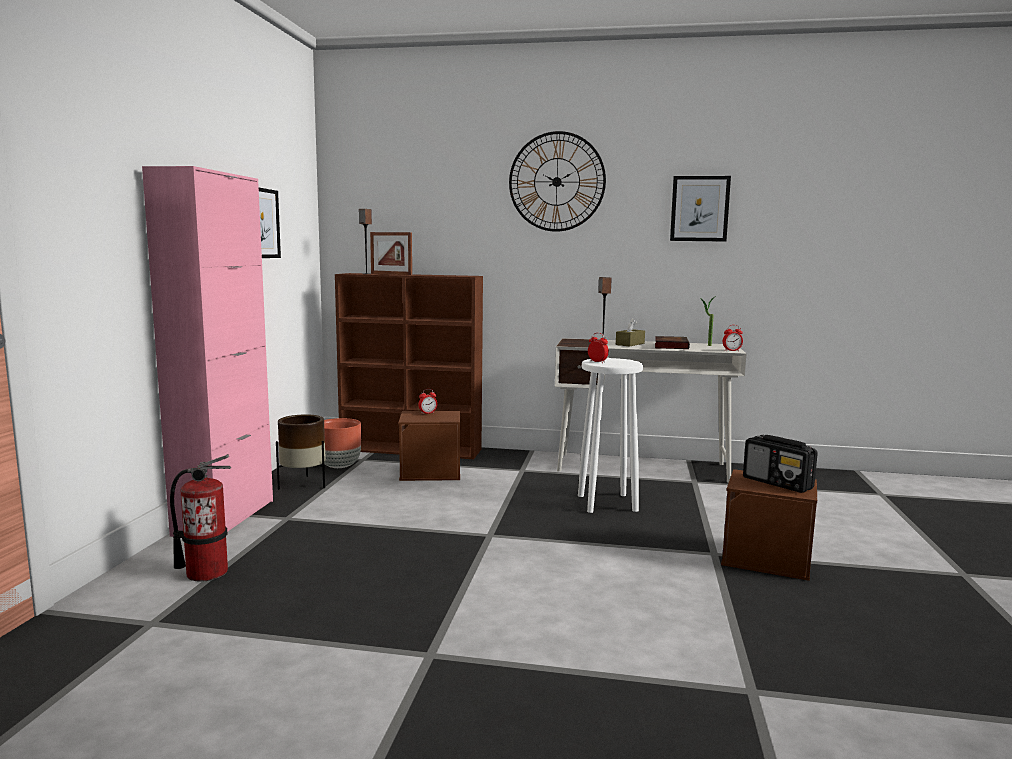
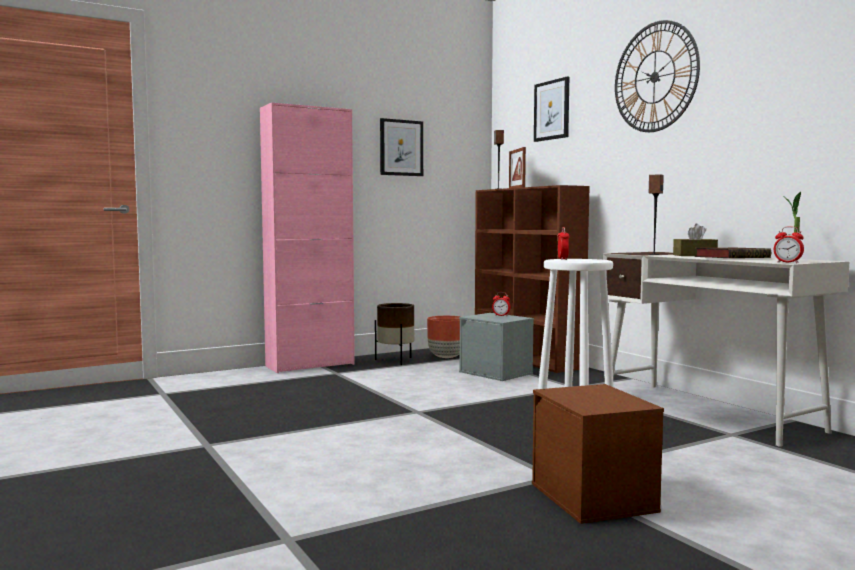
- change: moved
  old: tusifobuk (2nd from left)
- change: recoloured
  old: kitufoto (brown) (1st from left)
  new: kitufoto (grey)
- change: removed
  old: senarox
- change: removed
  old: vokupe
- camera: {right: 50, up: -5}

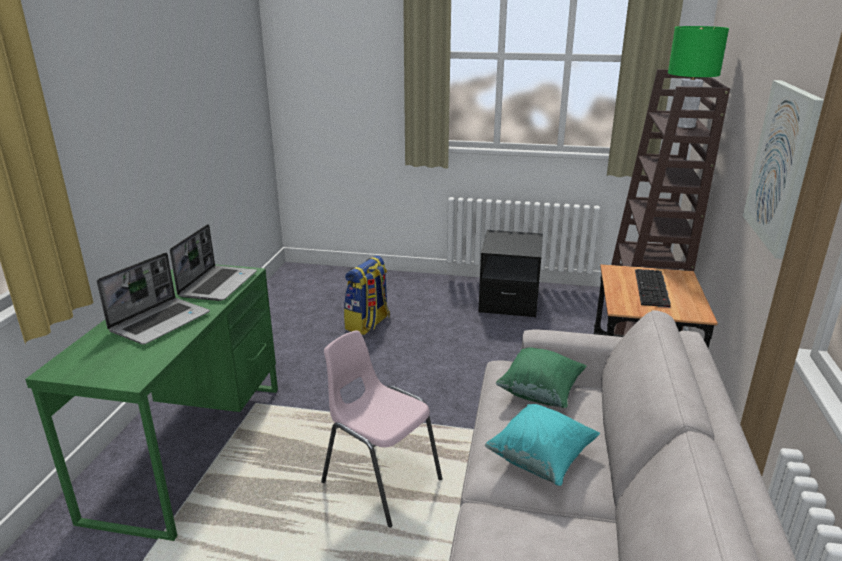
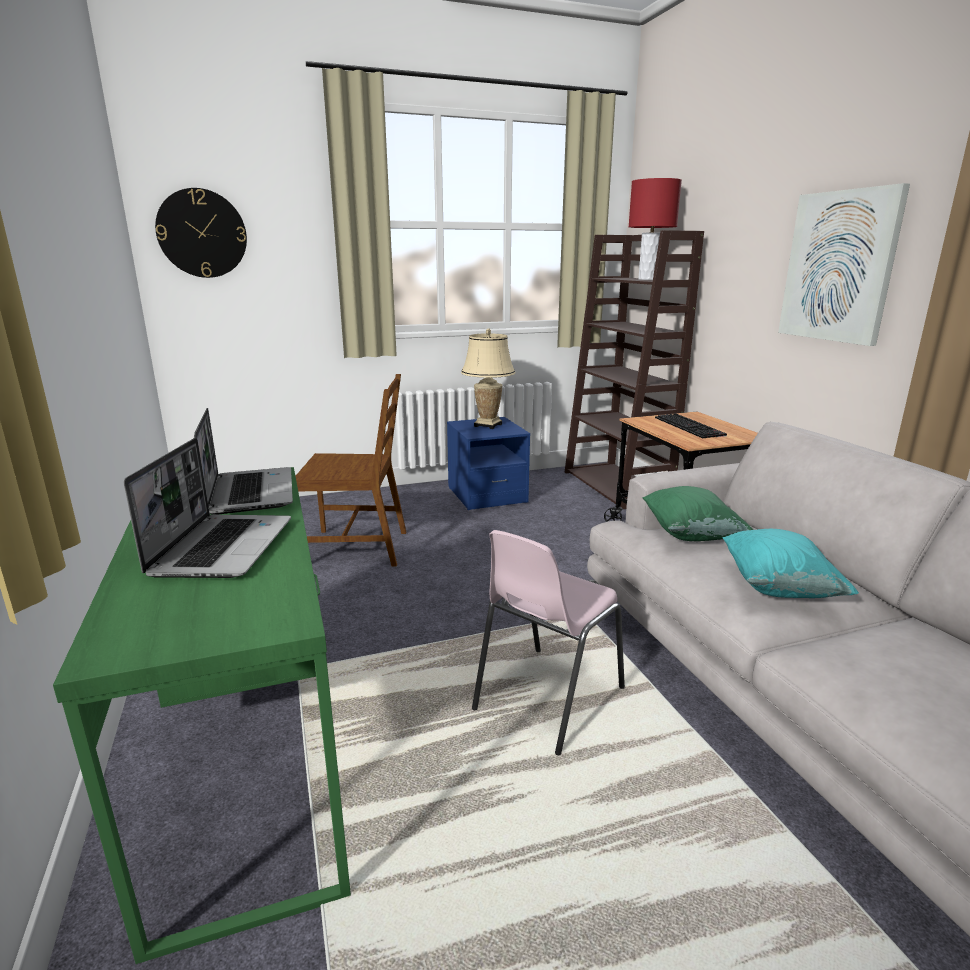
- change: recoloured
  old: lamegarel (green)
  new: lamegarel (red)
- change: recoloured
  old: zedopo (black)
  new: zedopo (blue)
- change: replaced
  old: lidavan
  new: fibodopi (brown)
- change: turned
  old: fibodopi (pink)
  degrees: -60
- change: added
  new: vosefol
- change: added
  new: lamegarel (beige)
- camera: {right: -30, up: -5}

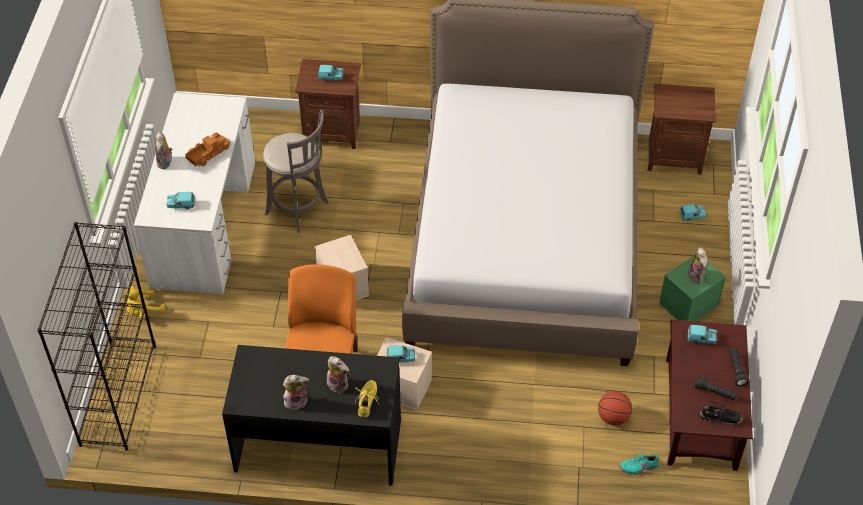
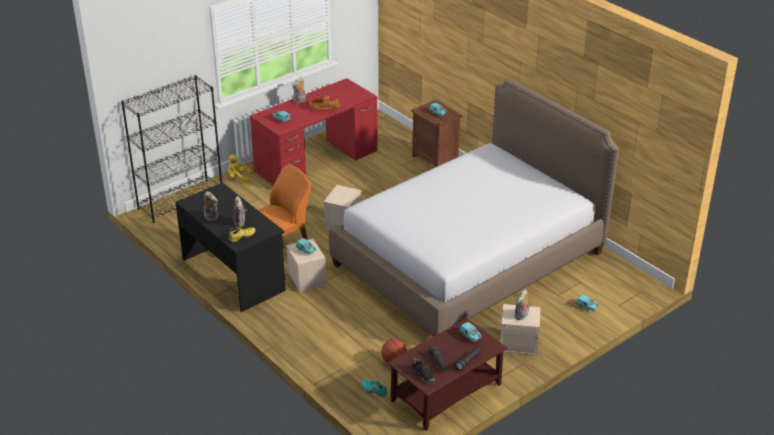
- change: removed
  old: zedopo (brown) (2nd from left)
- change: recoloured
  old: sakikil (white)
  new: sakikil (red)
- change: removed
  old: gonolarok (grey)
- change: recoloured
  old: kitufoto (green)
  new: kitufoto (beige) (3rd from left)
- camera: {right: 45, up: -15}

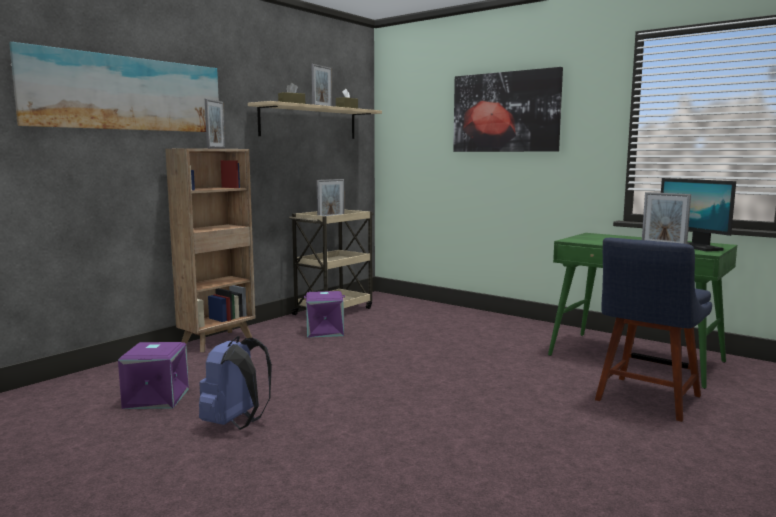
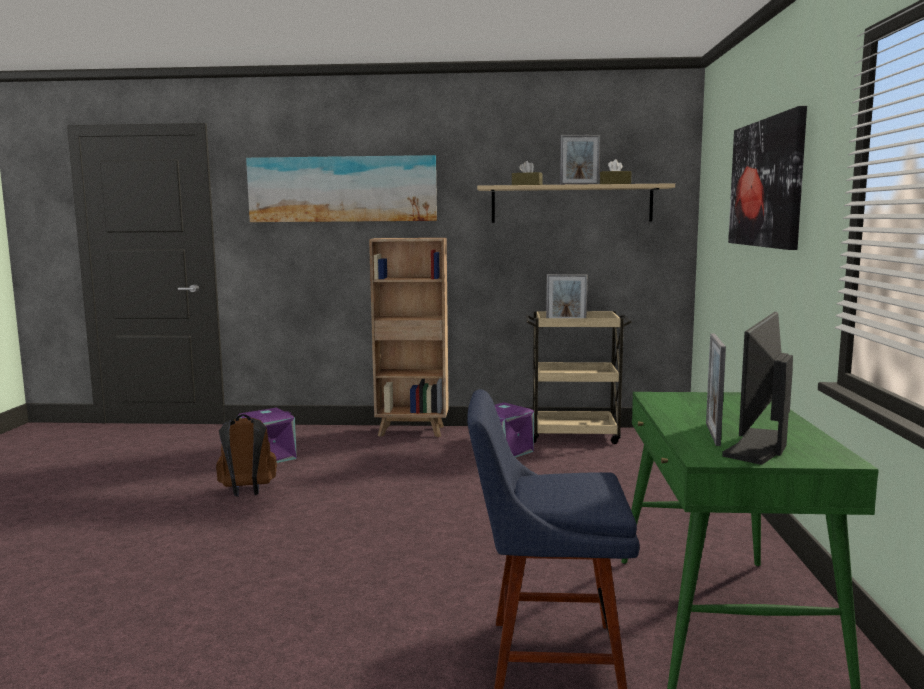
- change: removed
  old: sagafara (1st from left)
- change: recoloured
  old: lidavan (blue)
  new: lidavan (brown)
- camera: {right: 55, up: 0}

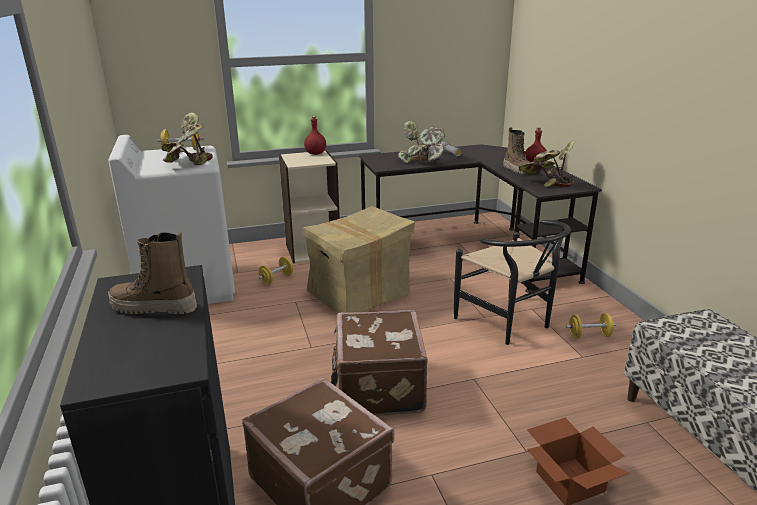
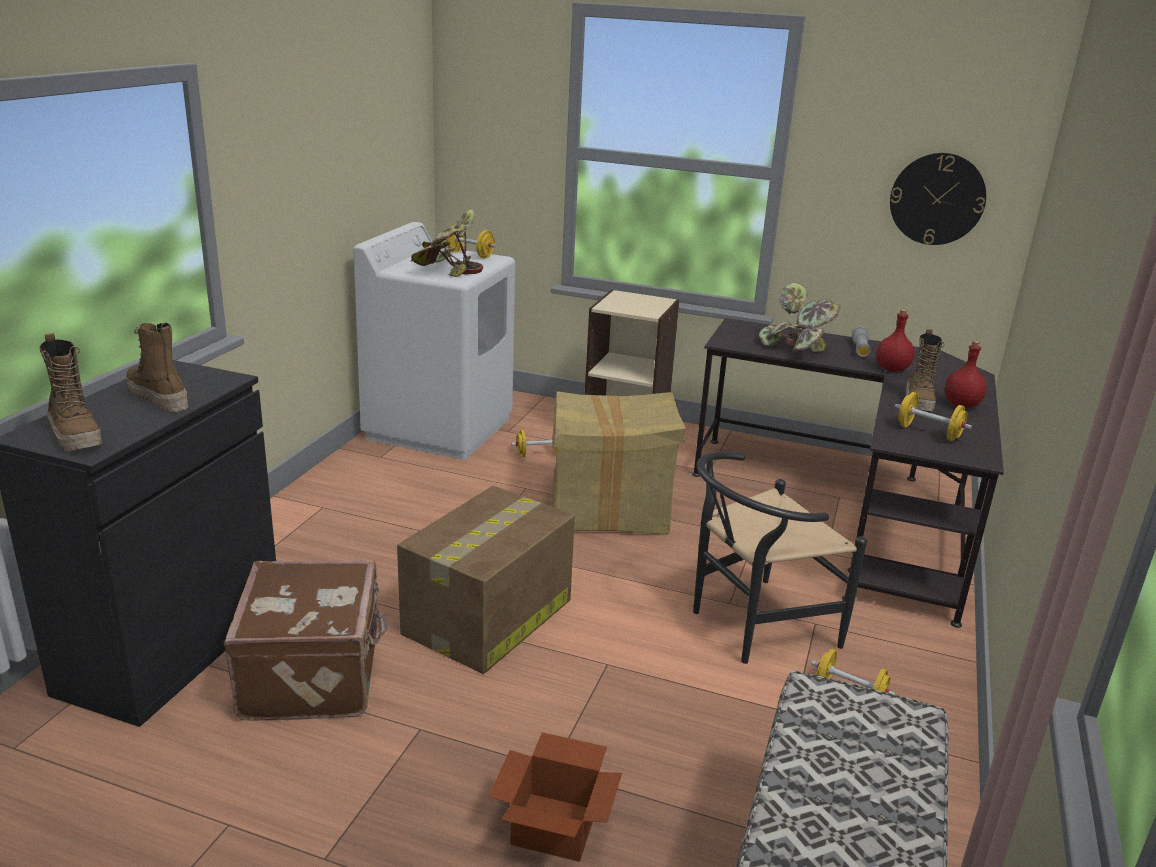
- change: moved
  old: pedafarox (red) (1st from left)
- change: replaced
  old: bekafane (3rd from left)
  new: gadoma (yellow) (4th from left)
- change: turned
  old: fibodopi (black)
  degrees: 60
- change: replaced
  old: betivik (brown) (2nd from left)
  new: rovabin (1st from left)
- change: added
  new: vosefol
- change: added
  new: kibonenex (1st from left)
- camera: {right: 35, up: 0}

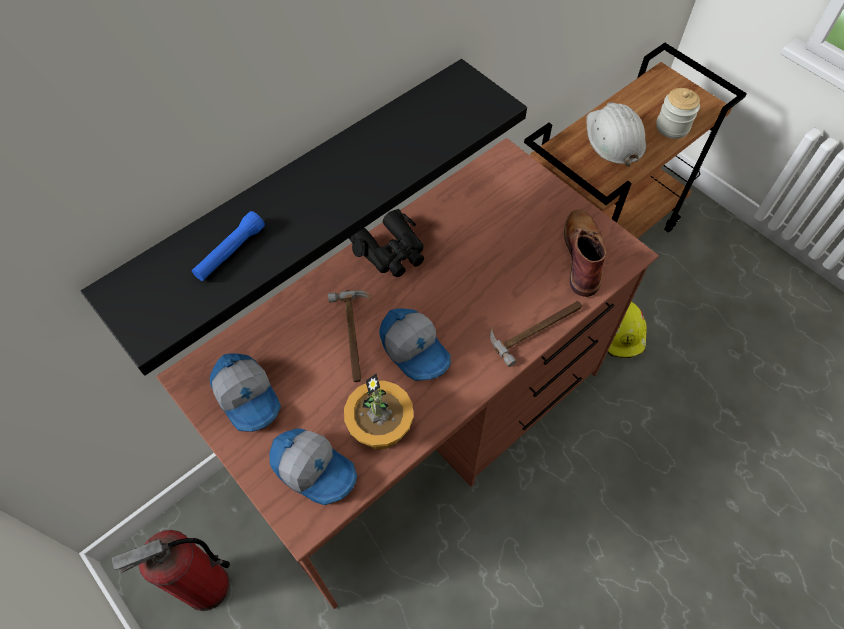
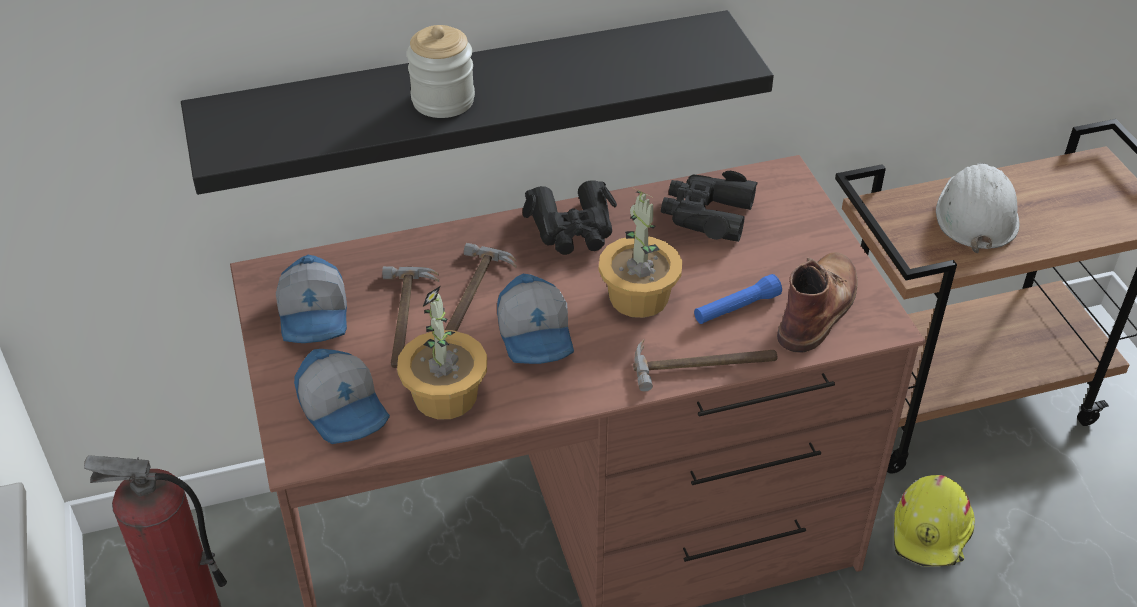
- change: moved
  old: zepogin
- change: moved
  old: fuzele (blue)
- change: added
  new: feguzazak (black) (2nd from left)
- change: added
  new: bekafane (2nd from left)
- change: added
  new: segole (1st from left)
- camera: {right: 25, up: -15}

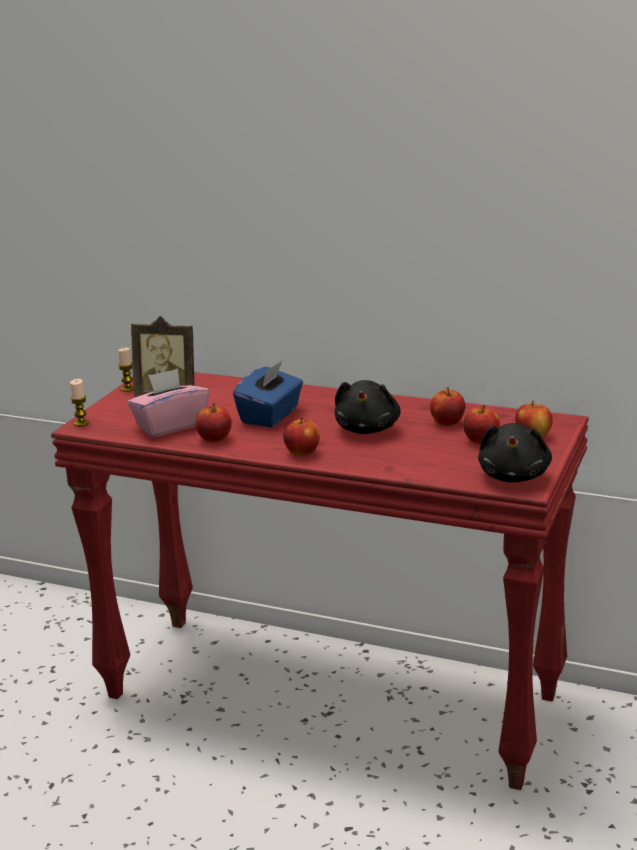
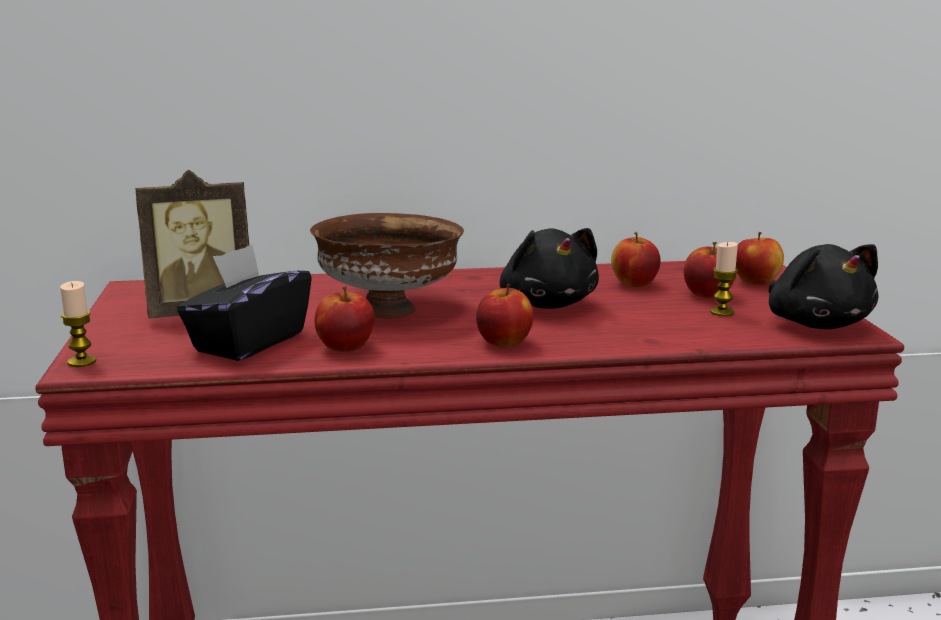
- change: moved
  old: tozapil (2nd from left)
- change: replaced
  old: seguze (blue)
  new: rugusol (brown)
- change: recoloured
  old: seguze (pink)
  new: seguze (black)
- camera: {right: -30, up: -5}

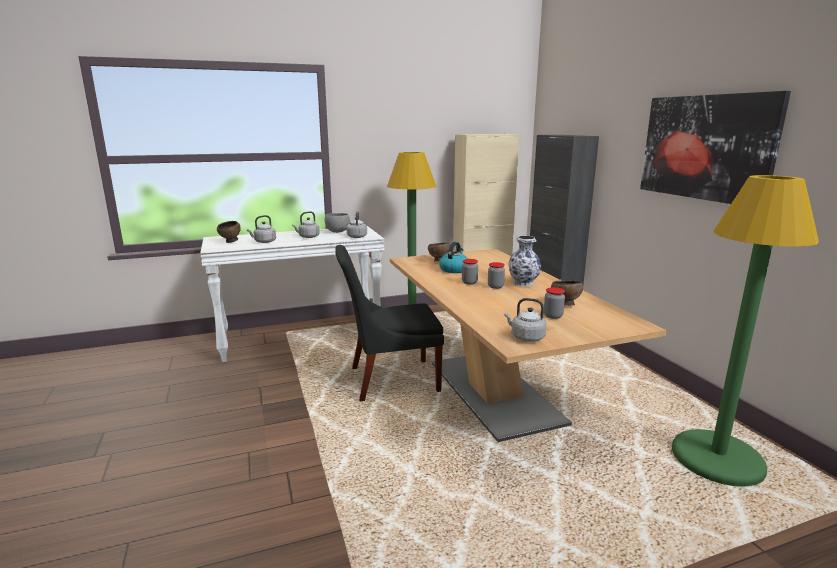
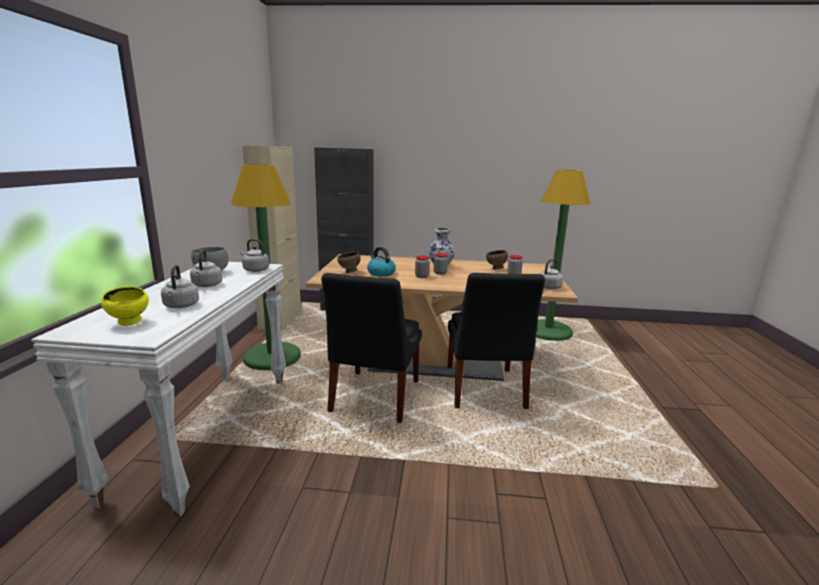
- change: removed
  old: tusifobuk
- change: recoloured
  old: rugusol (brown) (1st from left)
  new: rugusol (yellow)
- change: added
  new: fibodopi (black) (2nd from left)
- camera: {right: -65, up: 0}

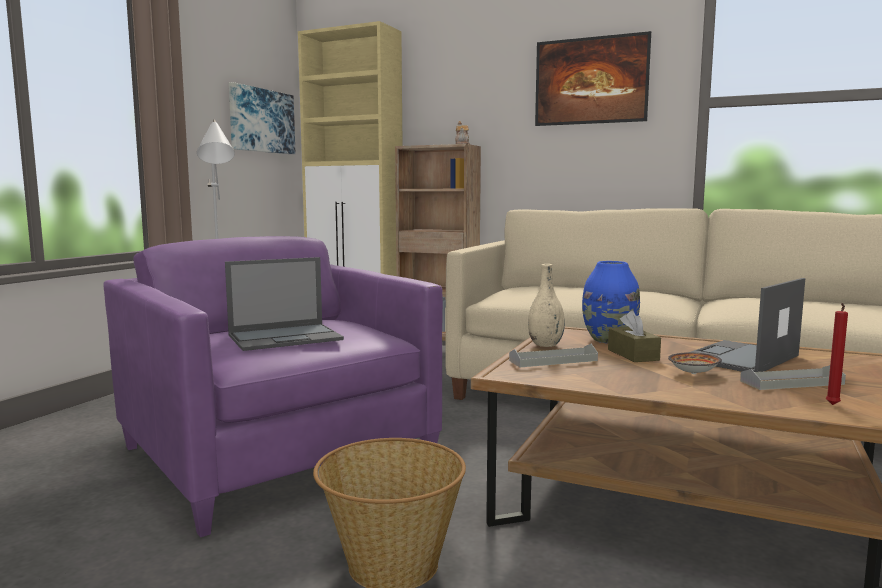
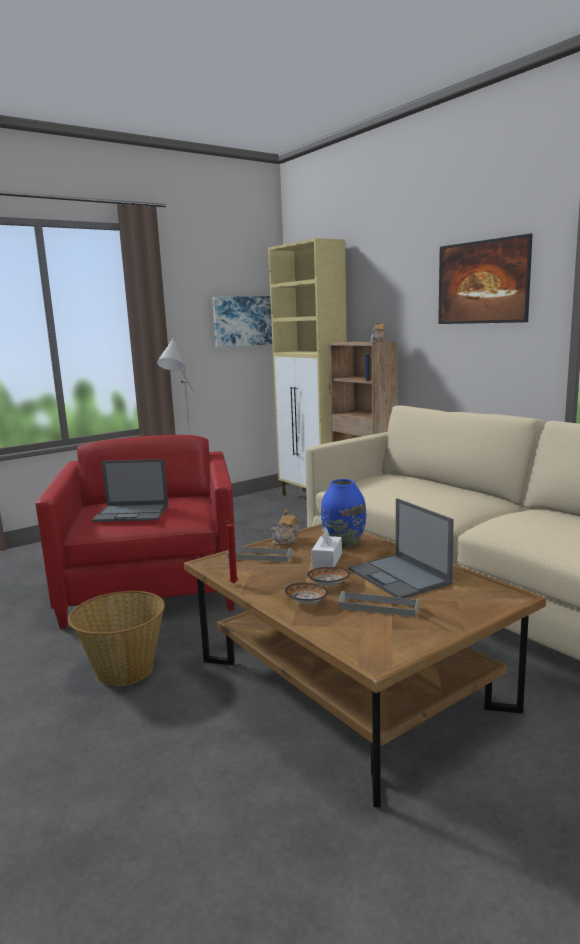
- change: recoloured
  old: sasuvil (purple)
  new: sasuvil (red)
- change: replaced
  old: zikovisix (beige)
  new: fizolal (1st from left)
- change: turned
  old: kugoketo (2nd from left)
  degrees: -105
- change: moved
  old: tozapil (red)
- change: recoloured
  old: seguze (brown)
  new: seguze (white)
- change: added
  new: rugusol (1st from left)
- camera: {right: 30, up: 5}

